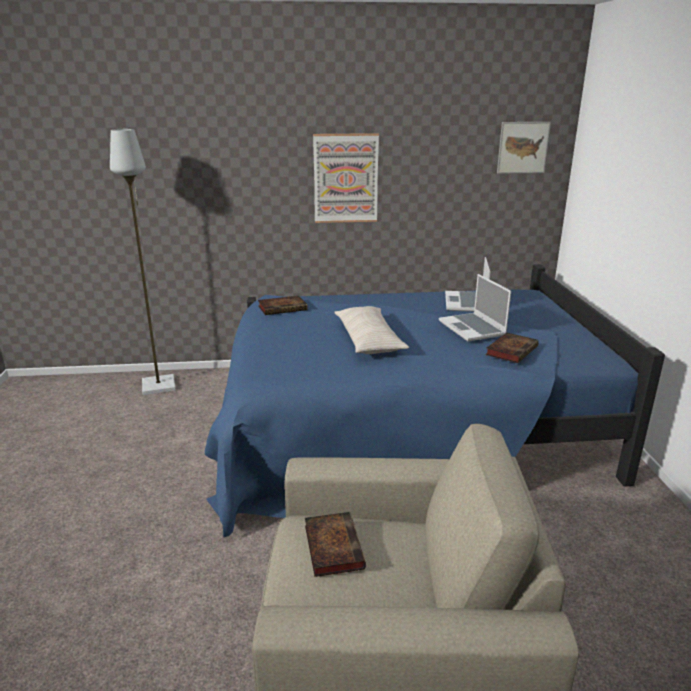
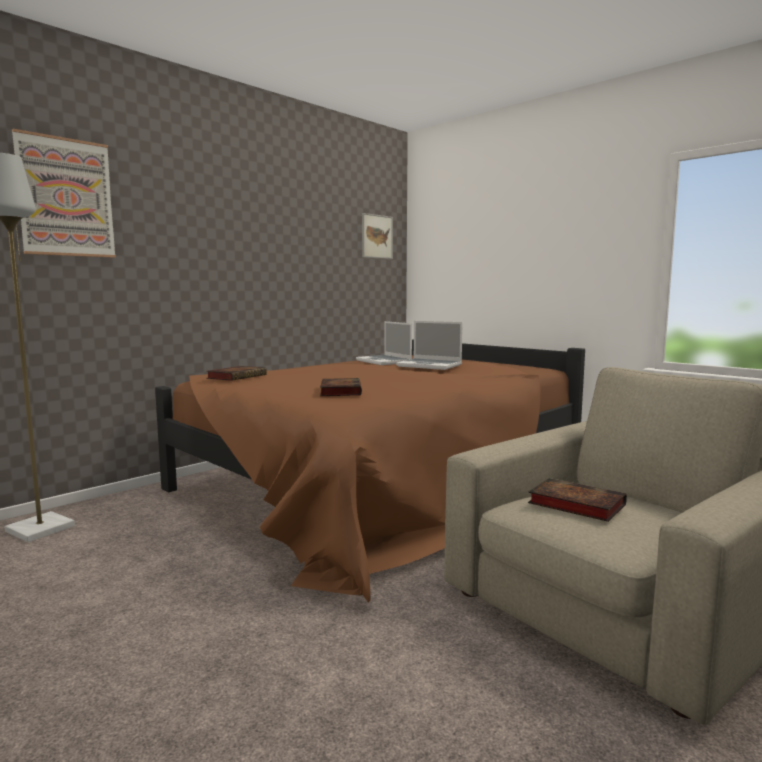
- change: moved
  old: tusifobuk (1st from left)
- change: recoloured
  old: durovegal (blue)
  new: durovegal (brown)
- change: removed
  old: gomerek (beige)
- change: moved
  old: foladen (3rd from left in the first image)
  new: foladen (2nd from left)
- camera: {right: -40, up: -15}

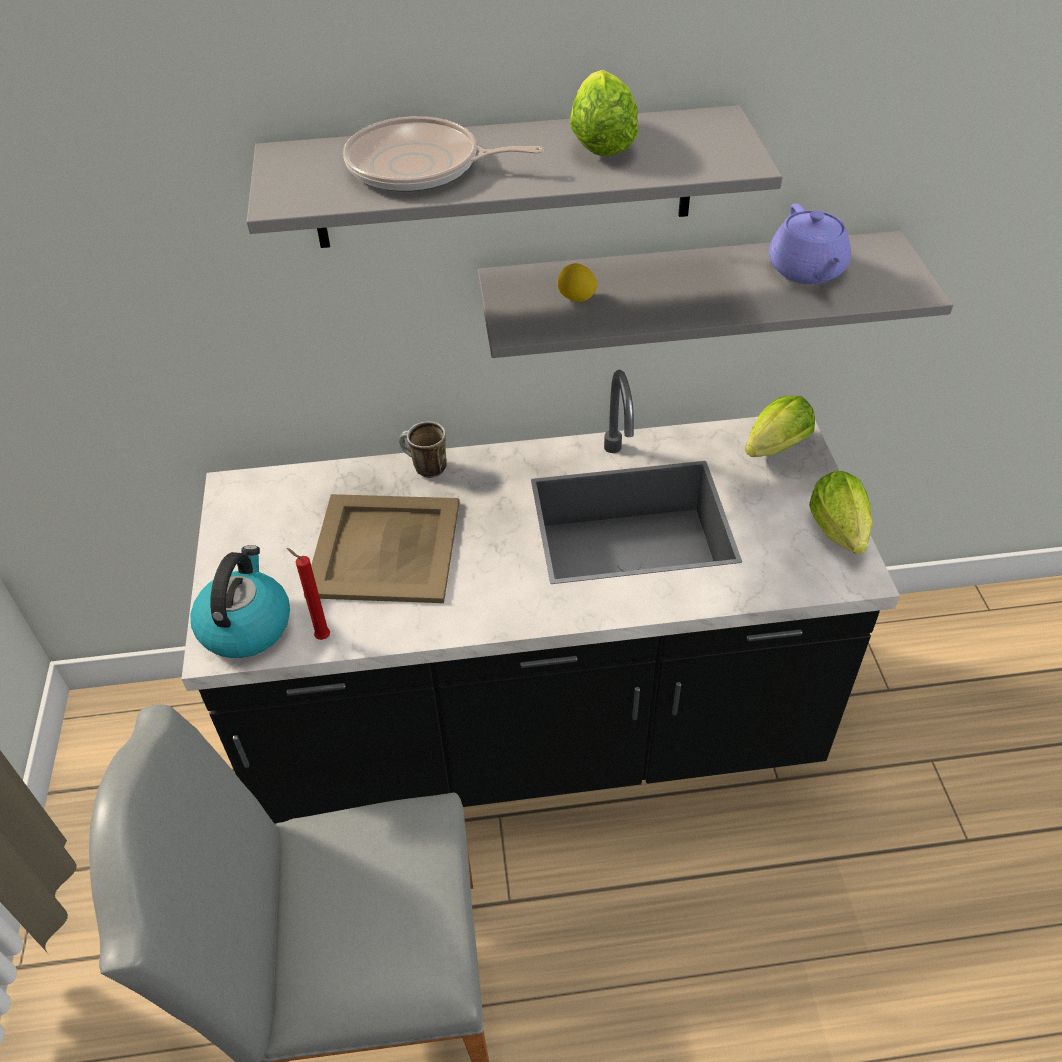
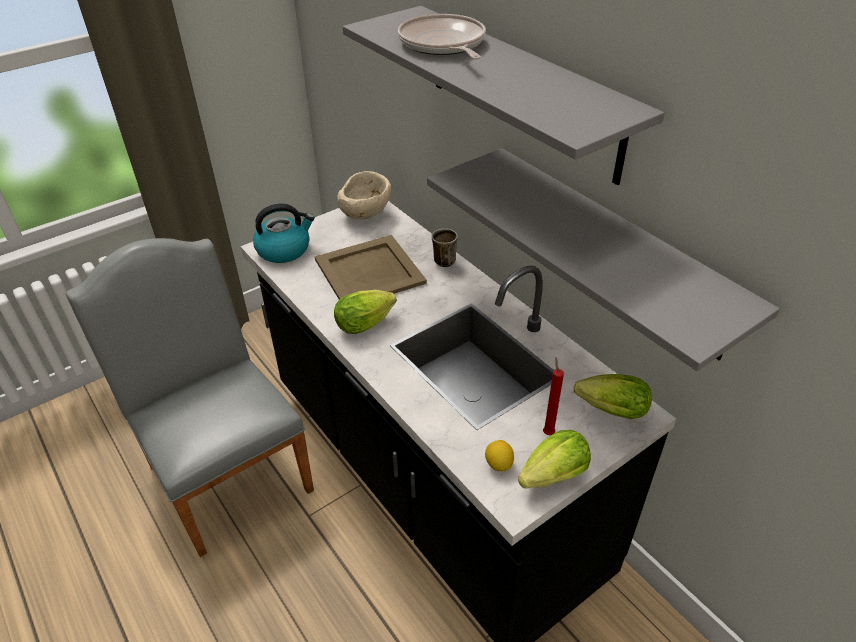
- change: moved
  old: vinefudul (1st from left)
- change: removed
  old: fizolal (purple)
- change: moved
  old: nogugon
- change: moved
  old: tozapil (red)
- change: added
  new: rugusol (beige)
- camera: {right: 60, up: -5}

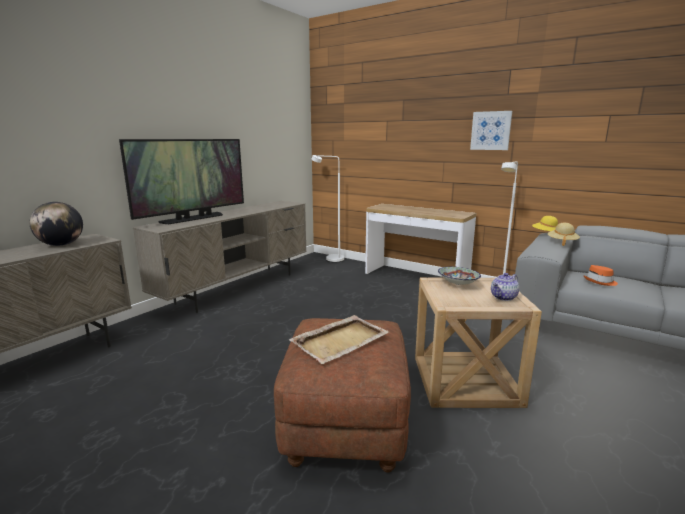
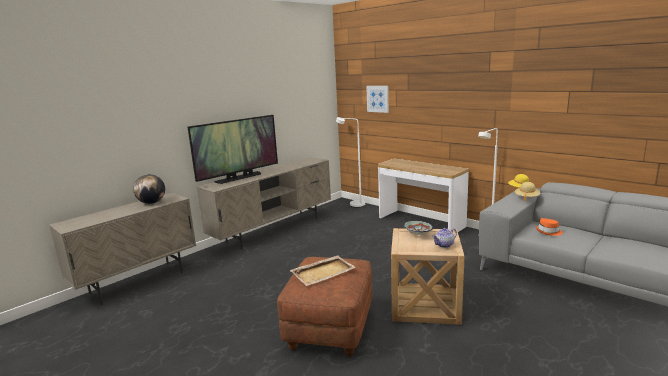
- change: moved
  old: tusifobuk
- camera: {right: 10, up: 0}

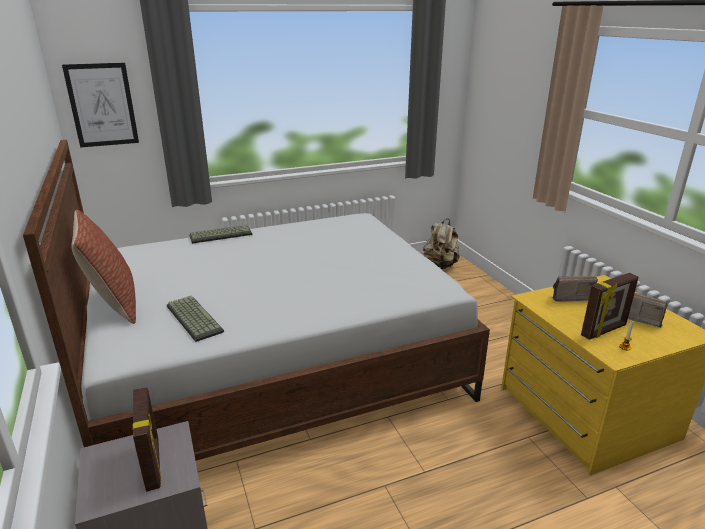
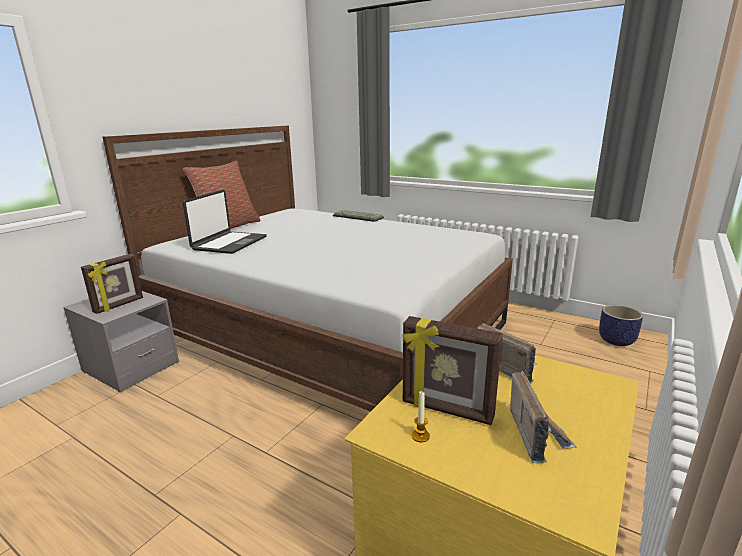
- change: removed
  old: tusifobuk
- change: replaced
  old: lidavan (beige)
  new: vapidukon
- change: replaced
  old: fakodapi (1st from left)
  new: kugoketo
- camera: {right: 55, up: -5}

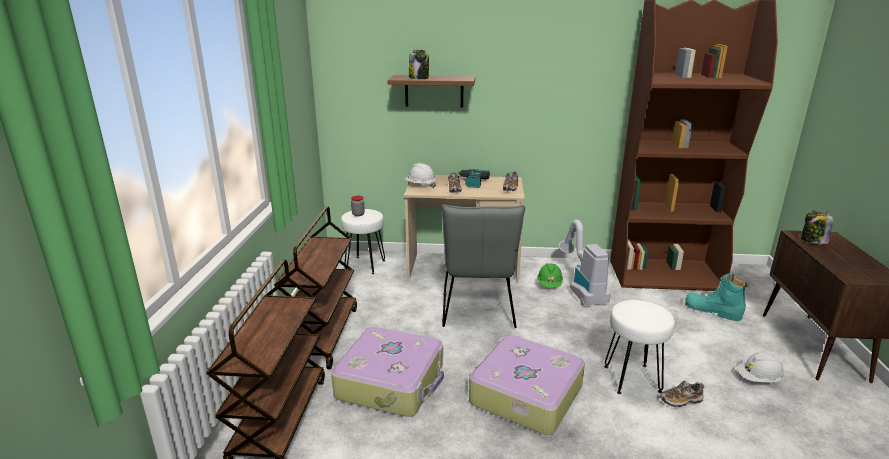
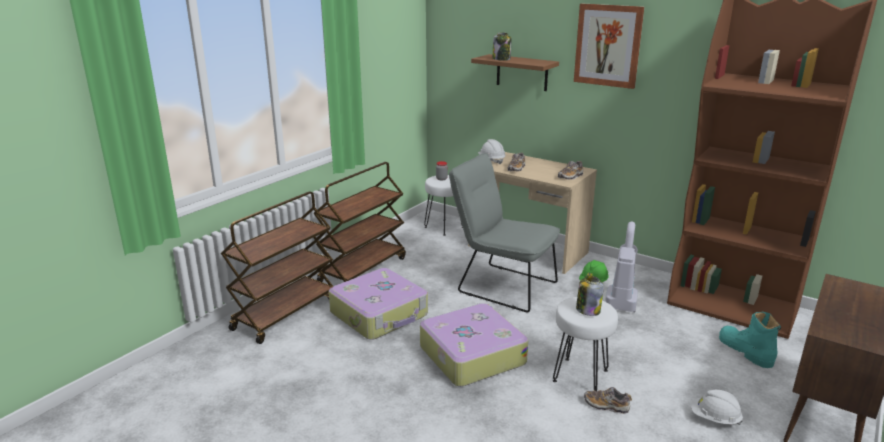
- change: removed
  old: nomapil
- change: turned
  old: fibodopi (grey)
  degrees: 90
- change: moved
  old: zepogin (3rd from left)
- change: added
  new: tusifobuk
- camera: {right: 30, up: 0}

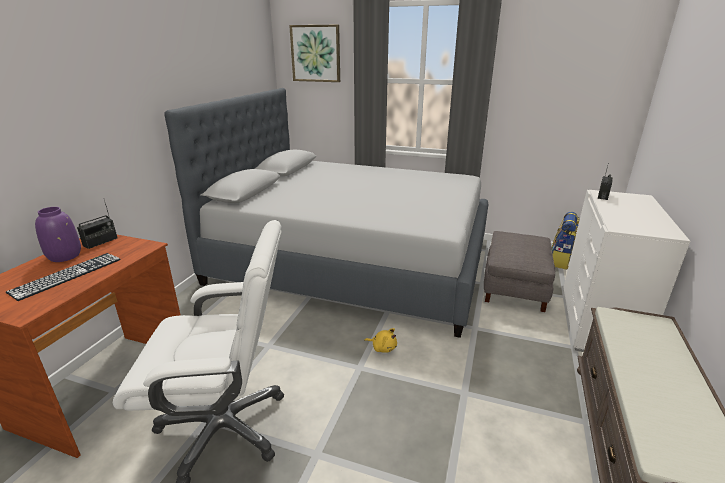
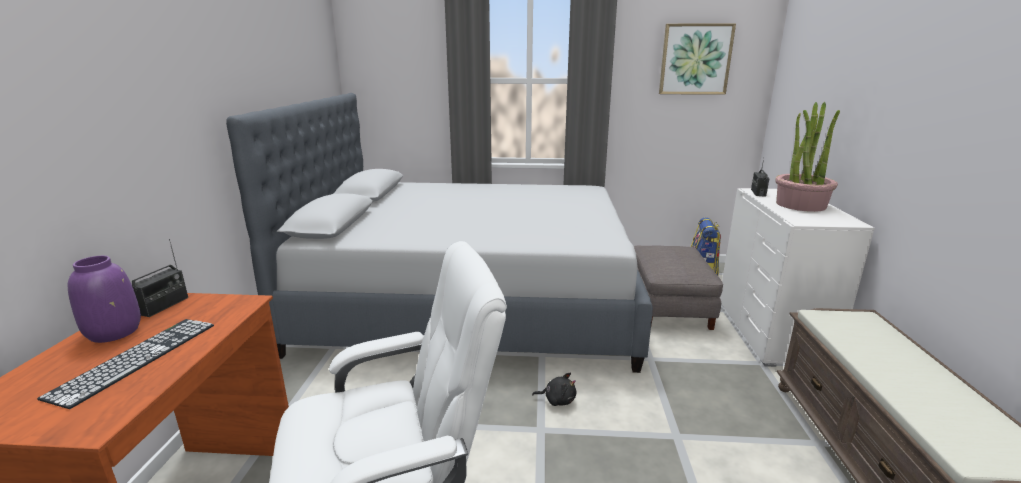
- change: moved
  old: tusifobuk
- change: recoloured
  old: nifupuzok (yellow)
  new: nifupuzok (black)
- change: added
  new: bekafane
- camera: {right: -15, up: -5}

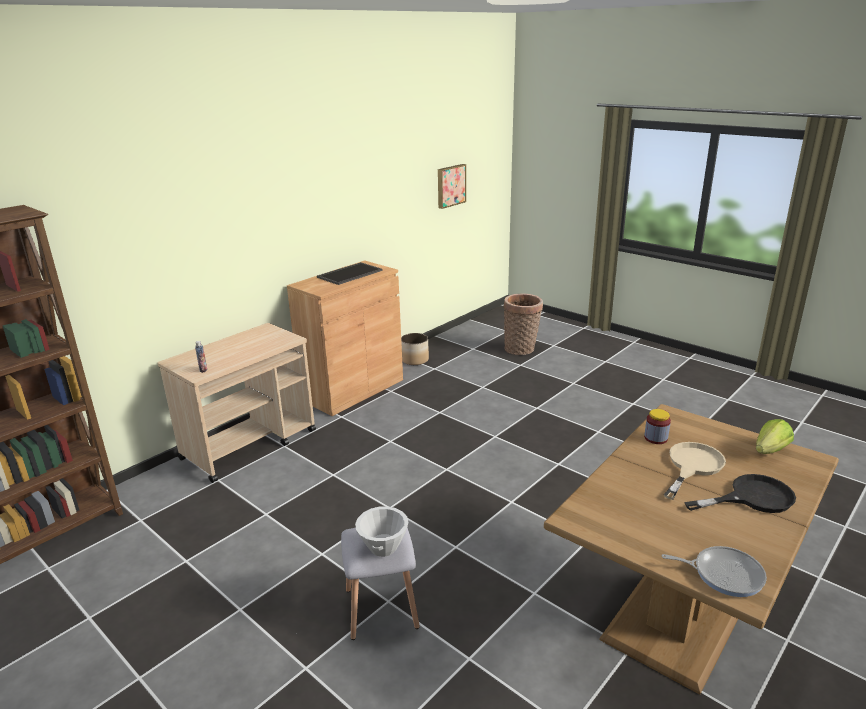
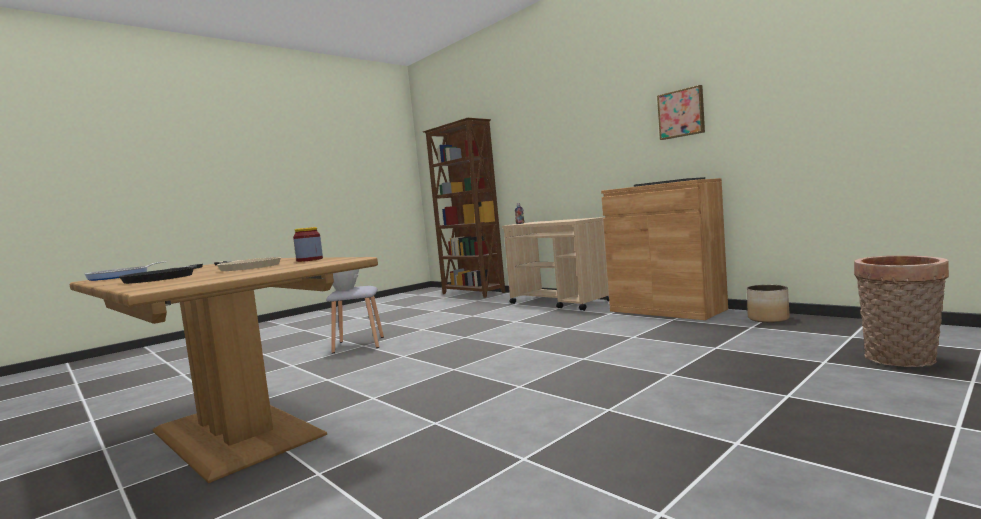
- change: moved
  old: tusifobuk
- change: removed
  old: vinefudul
- camera: {right: 95, up: -20}

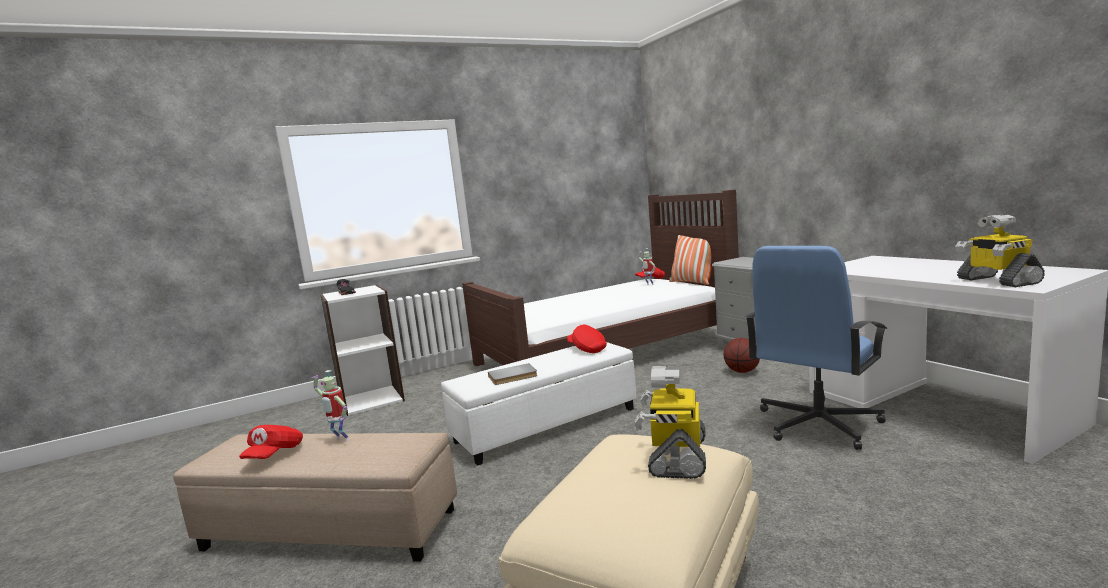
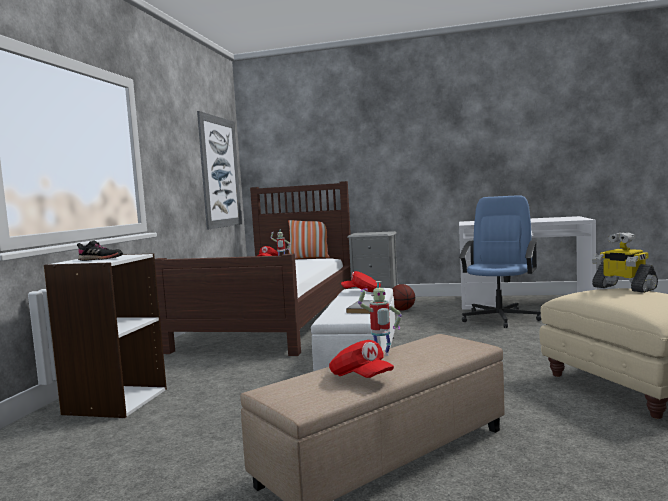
- change: removed
  old: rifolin (4th from left)
- change: turned
  old: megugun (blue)
  degrees: -150
- change: added
  new: tusifobuk
- camera: {right: -50, up: -5}

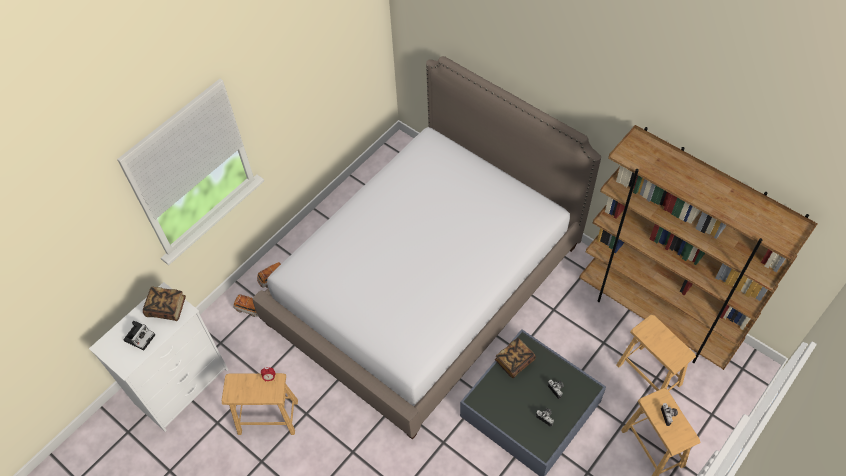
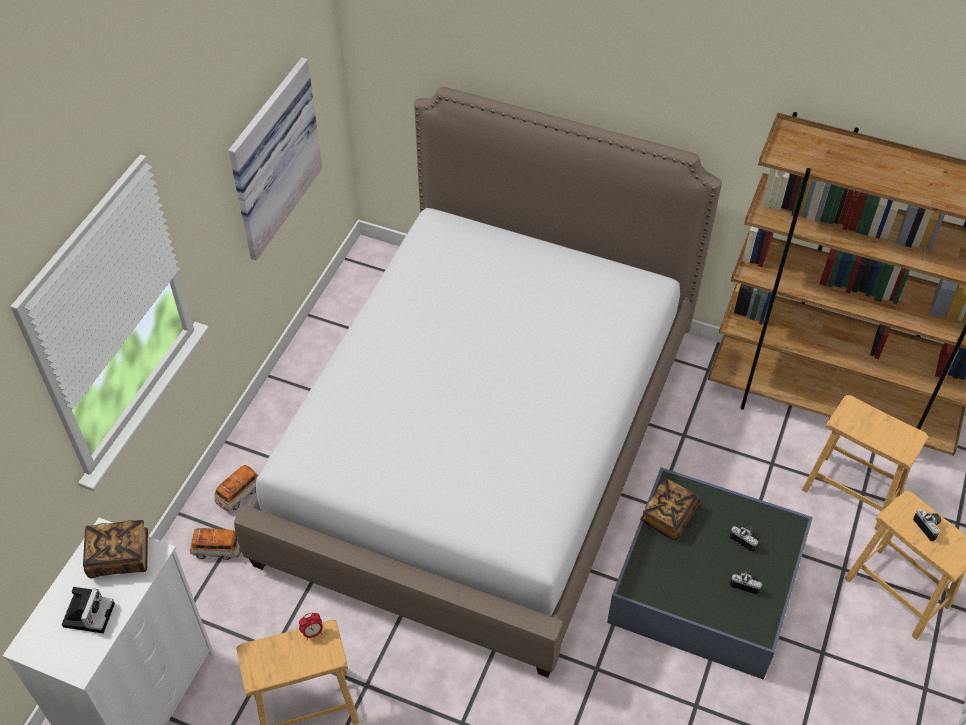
- change: added
  new: tusifobuk
- camera: {right: -20, up: -5}

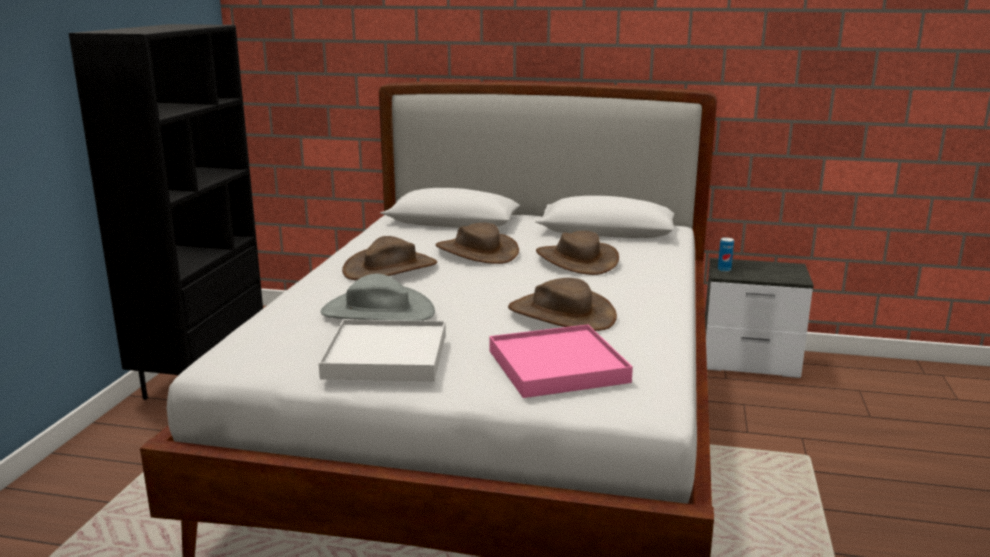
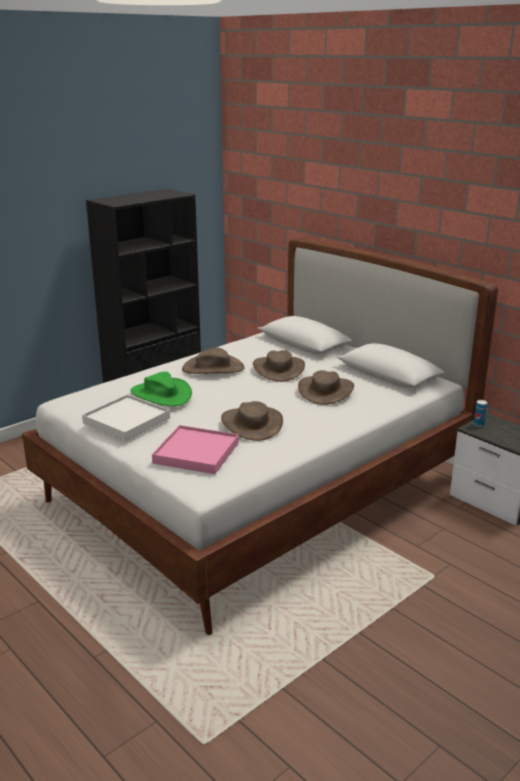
- change: recoloured
  old: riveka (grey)
  new: riveka (green)
- camera: {right: 35, up: 5}

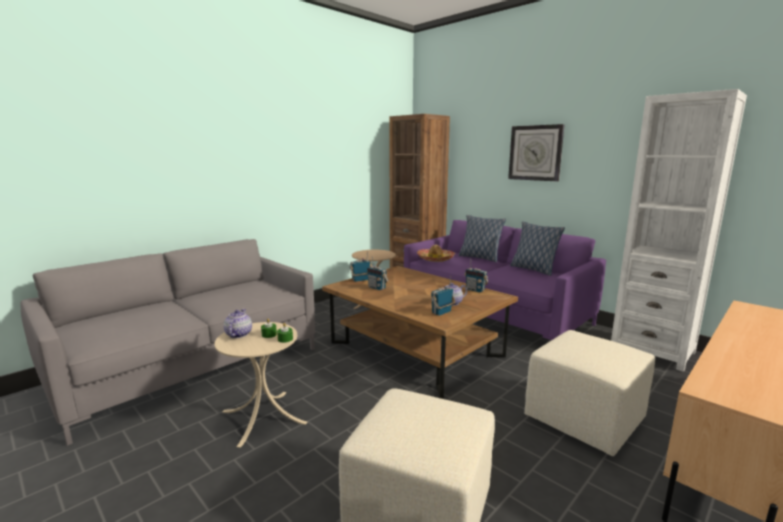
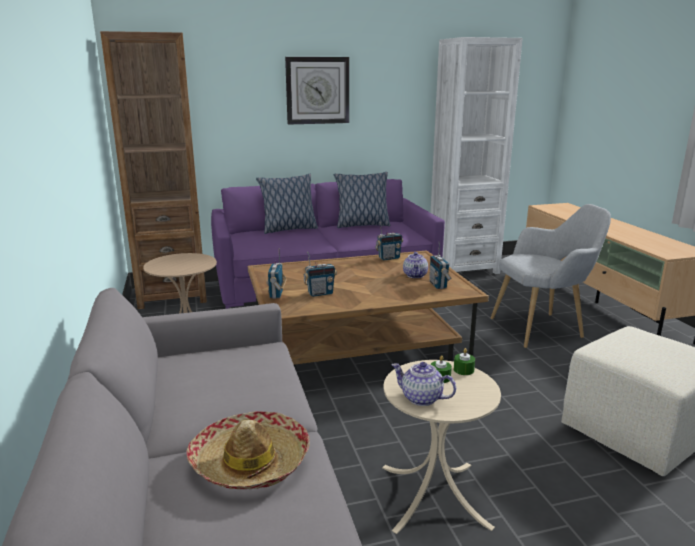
- change: moved
  old: riveka
- change: replaced
  old: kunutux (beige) (2nd from left)
  new: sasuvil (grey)
- camera: {right: -60, up: 5}

